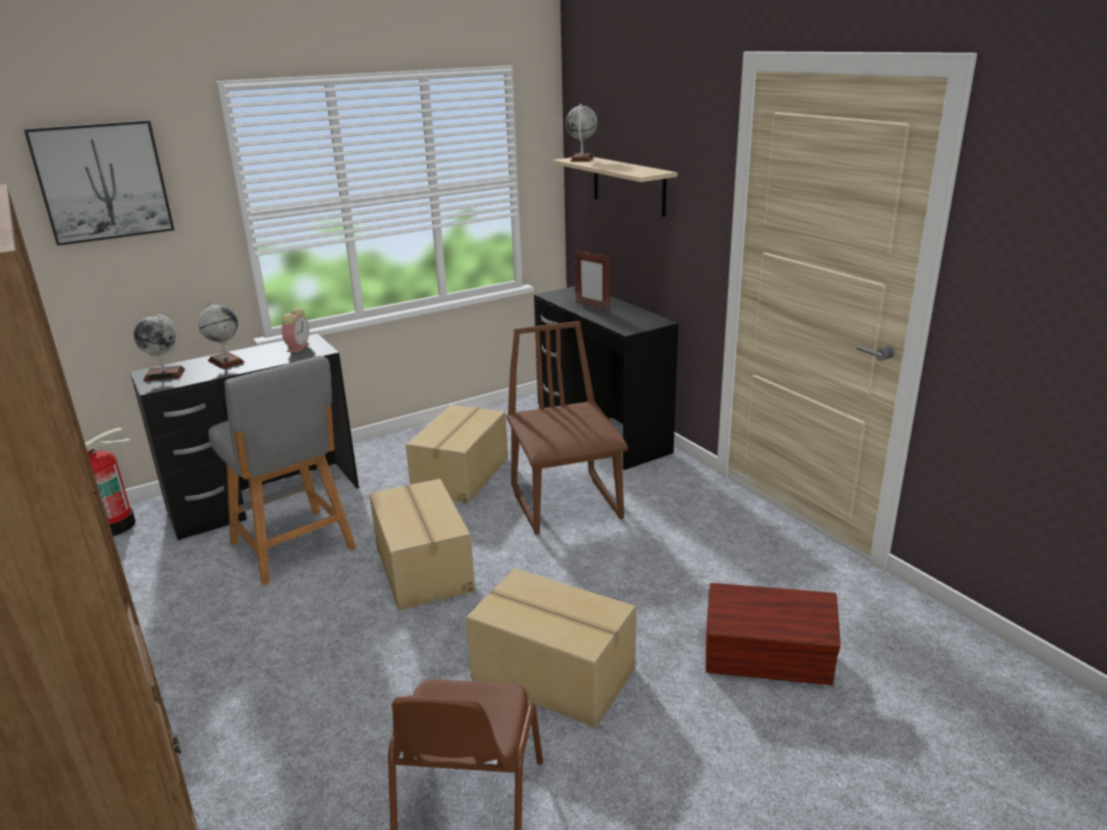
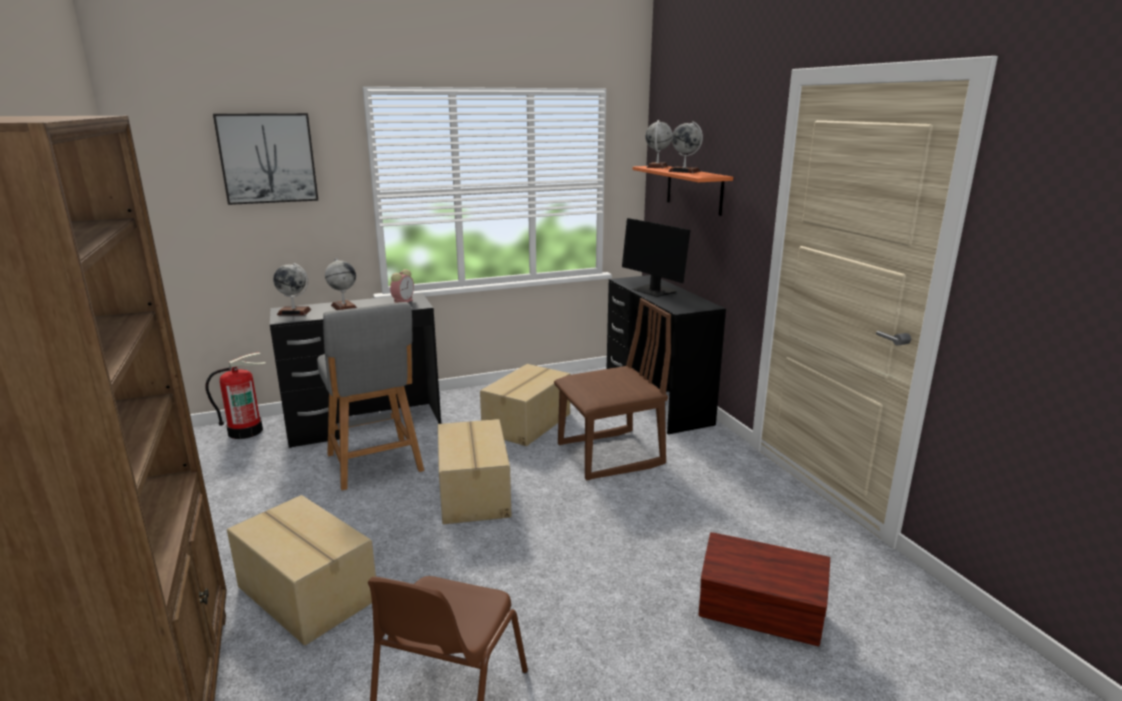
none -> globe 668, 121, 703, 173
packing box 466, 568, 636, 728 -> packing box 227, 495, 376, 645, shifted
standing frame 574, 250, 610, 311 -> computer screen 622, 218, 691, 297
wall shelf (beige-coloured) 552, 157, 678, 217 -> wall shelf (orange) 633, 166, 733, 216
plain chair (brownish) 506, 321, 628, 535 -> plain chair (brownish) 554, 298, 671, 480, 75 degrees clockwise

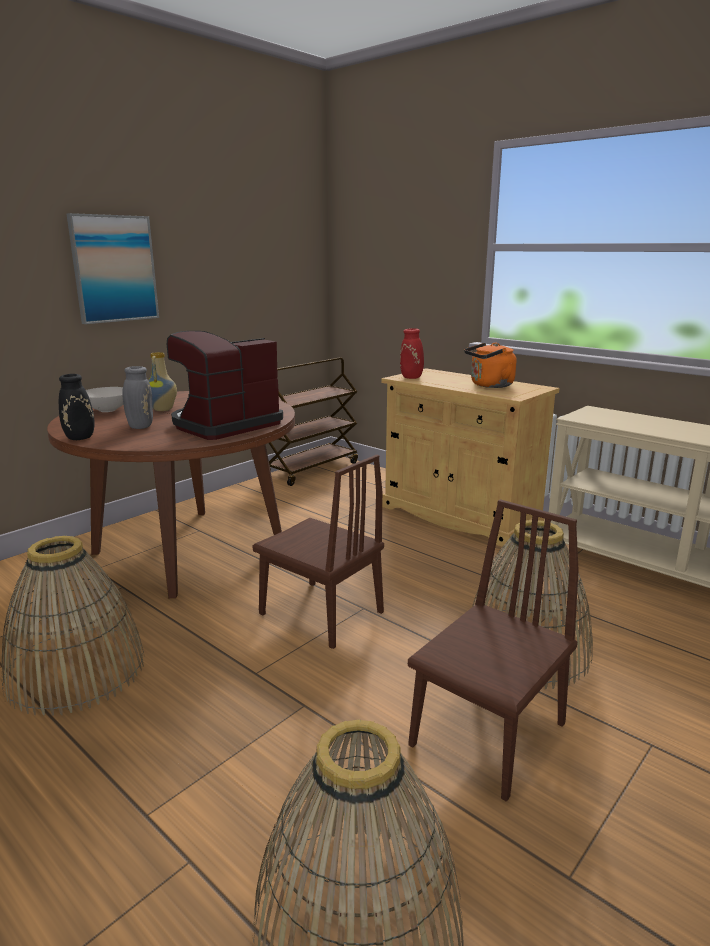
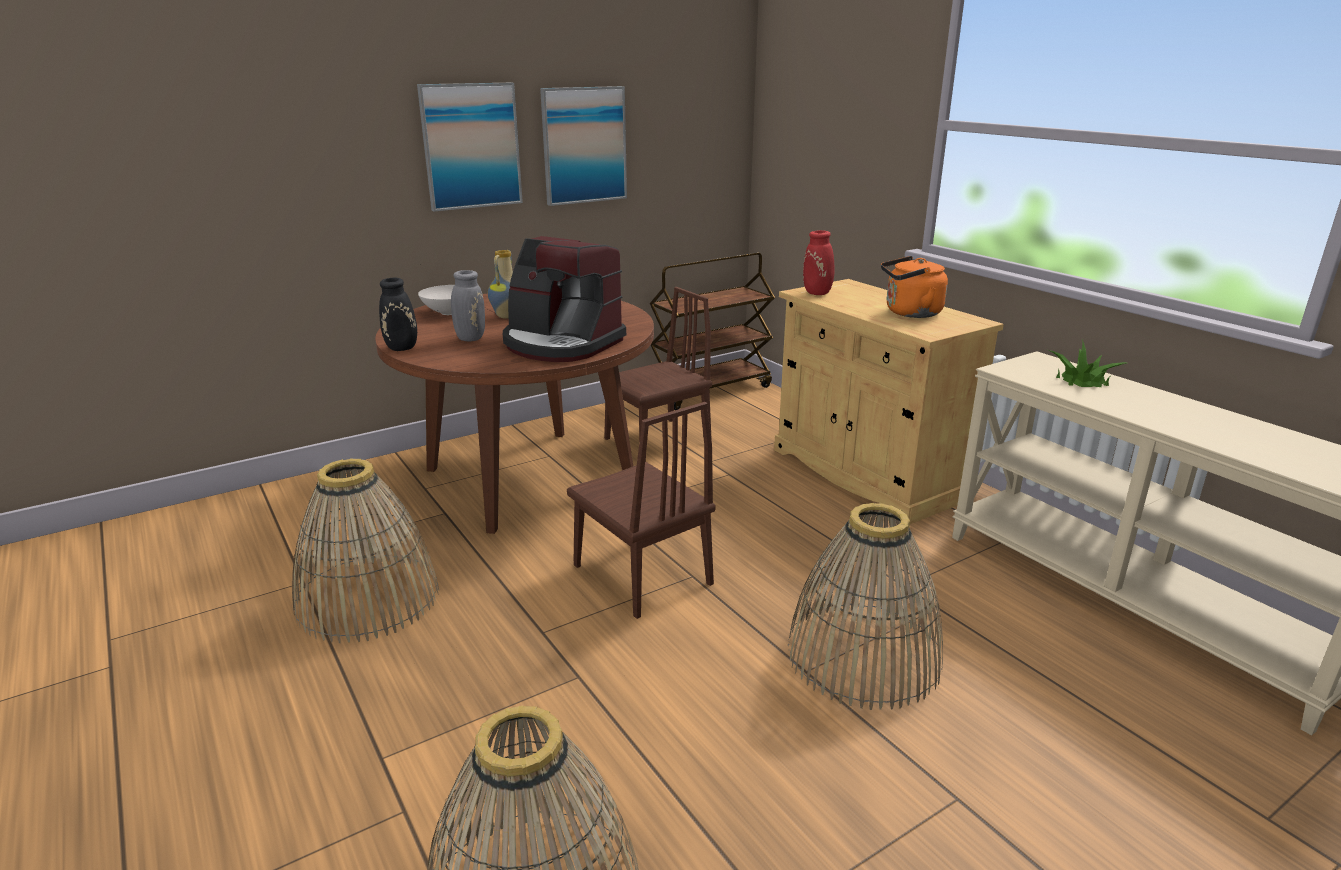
none -> wall picture 540, 86, 627, 206
none -> potted plant 1049, 339, 1126, 387
plain chair (brownish) 408, 499, 579, 802 -> plain chair (brownish) 604, 287, 712, 462, shifted
coffee machine 167, 331, 283, 440 -> coffee machine 503, 236, 626, 362, 120 degrees counterclockwise

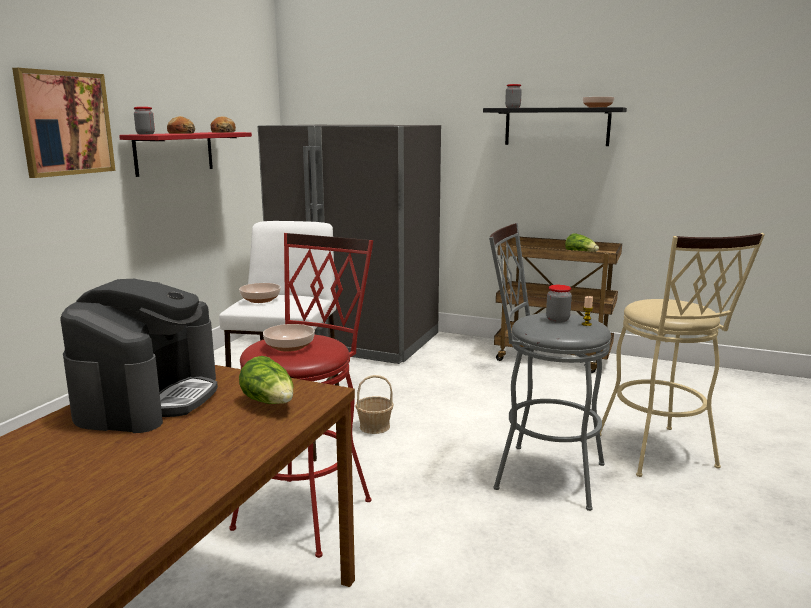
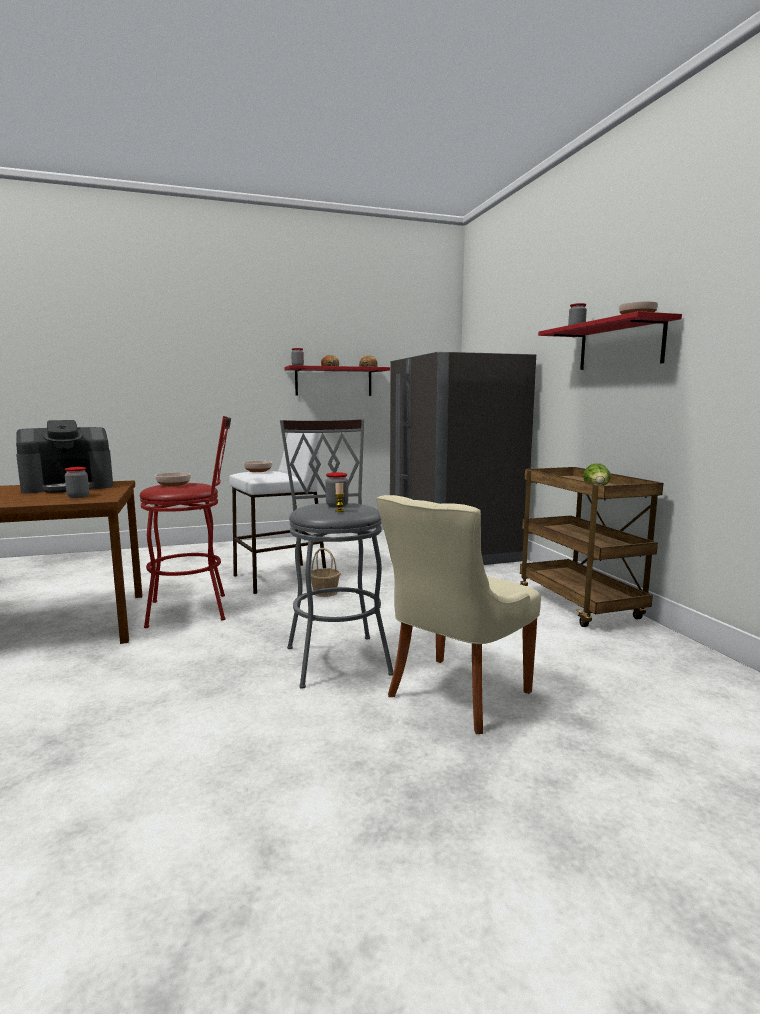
wall picture 12, 68, 116, 178 -> none
head of lettuce 239, 356, 293, 404 -> storage jar 65, 467, 89, 498
stool (beige-coloured) 600, 233, 765, 477 -> plain chair (beige-coloured) 376, 495, 541, 734
wall shelf (black) 483, 107, 627, 146 -> wall shelf (red) 538, 311, 682, 370

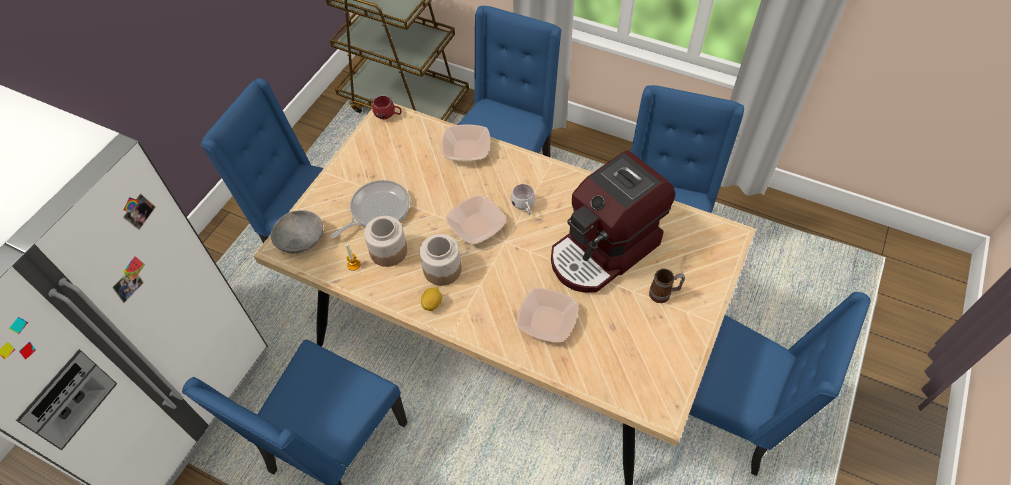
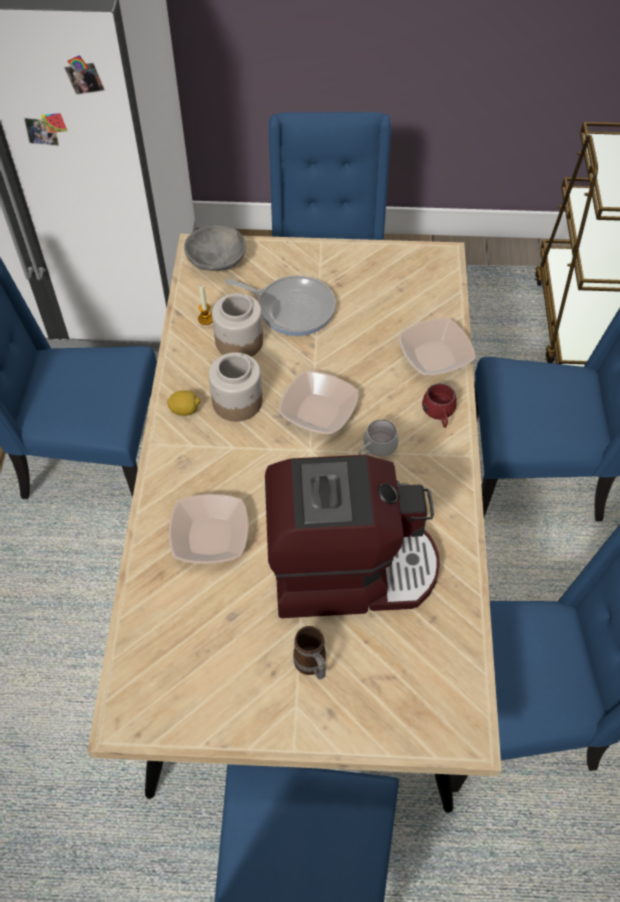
tea mug (red) 372, 96, 401, 119 -> tea mug (red) 422, 383, 457, 428, shifted
coffee machine 551, 150, 675, 293 -> coffee machine 265, 455, 440, 618, 150 degrees clockwise

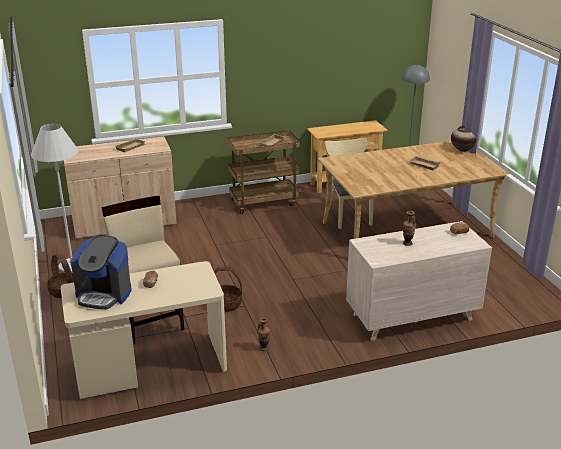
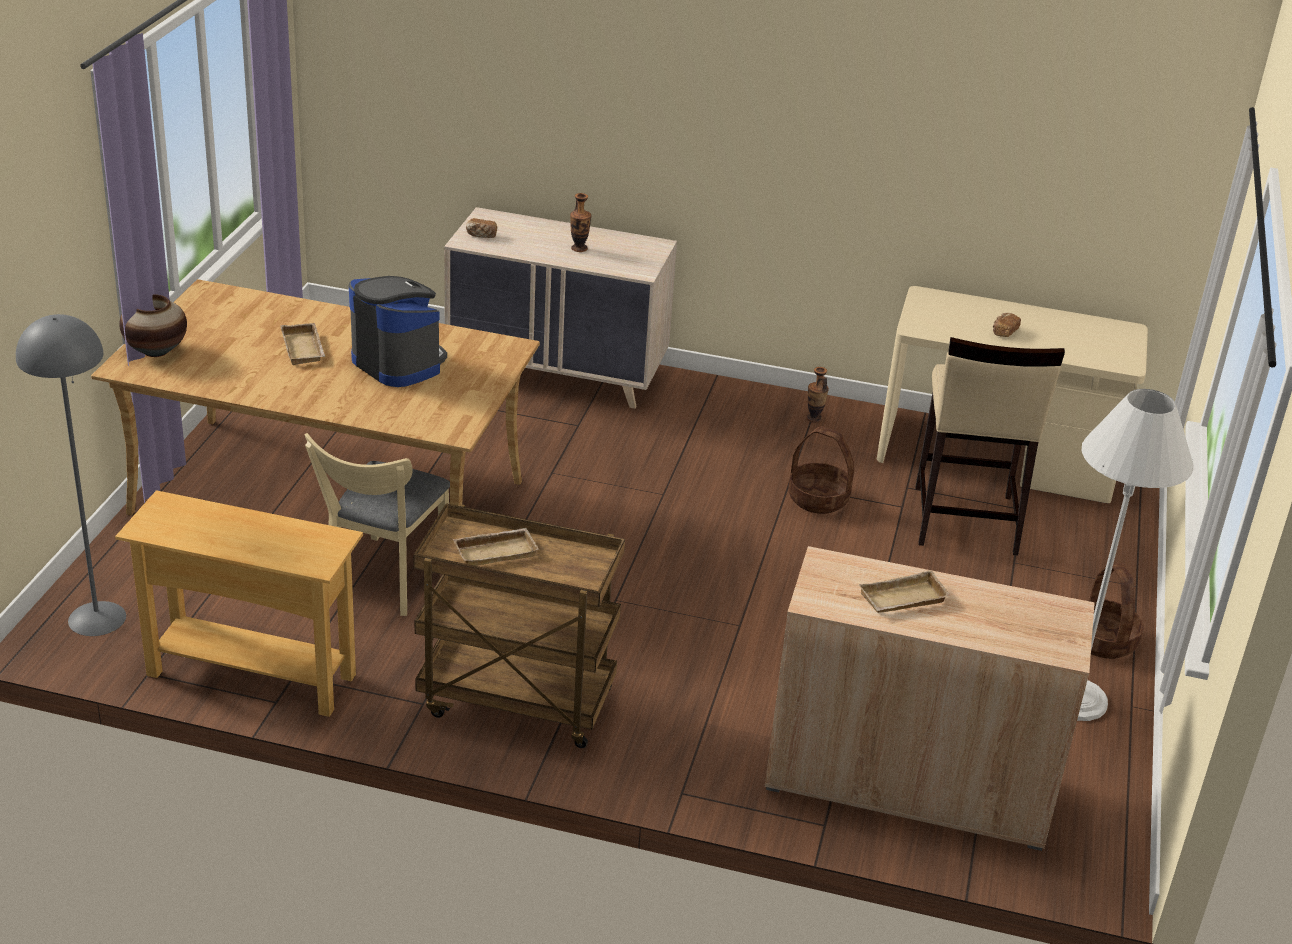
coffee machine 70, 236, 132, 309 -> coffee machine 349, 276, 447, 387, shifted

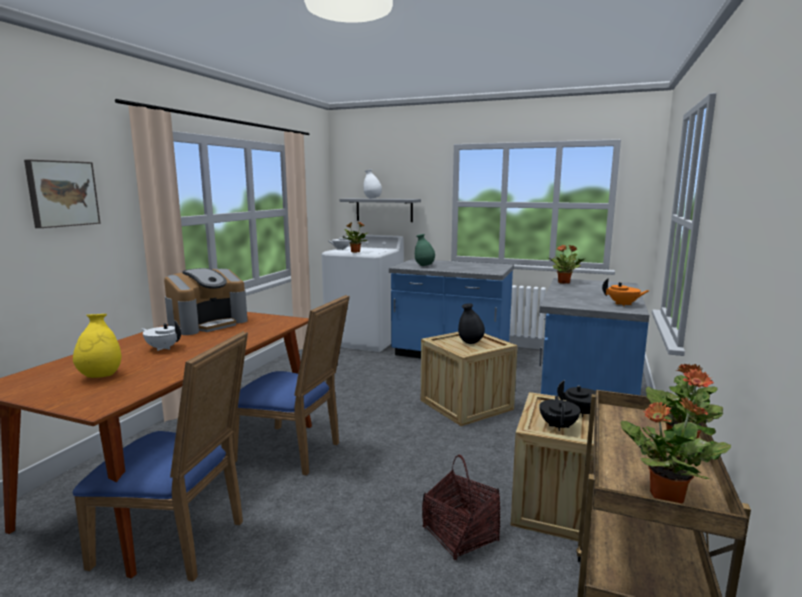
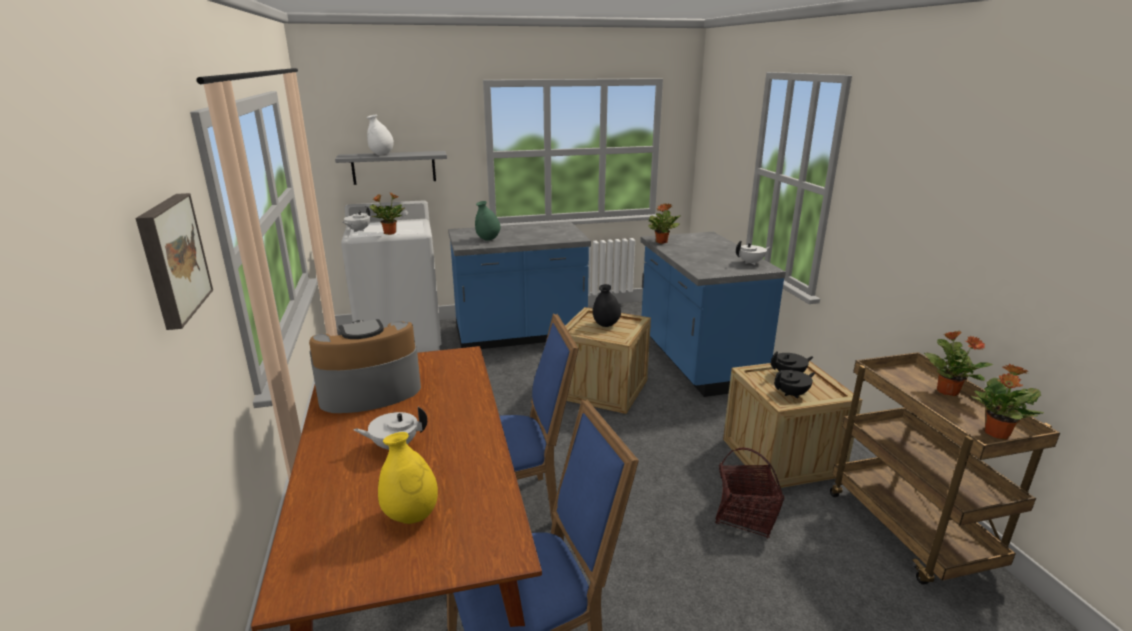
tea pot (orange) 602, 278, 650, 306 -> tea pot (whitish) 736, 241, 770, 265
coffee machine 164, 268, 248, 335 -> coffee machine 309, 319, 421, 413, 120 degrees counterclockwise
tea pot (black) 539, 395, 580, 431 -> tea pot (black) 774, 370, 815, 399, 90 degrees clockwise

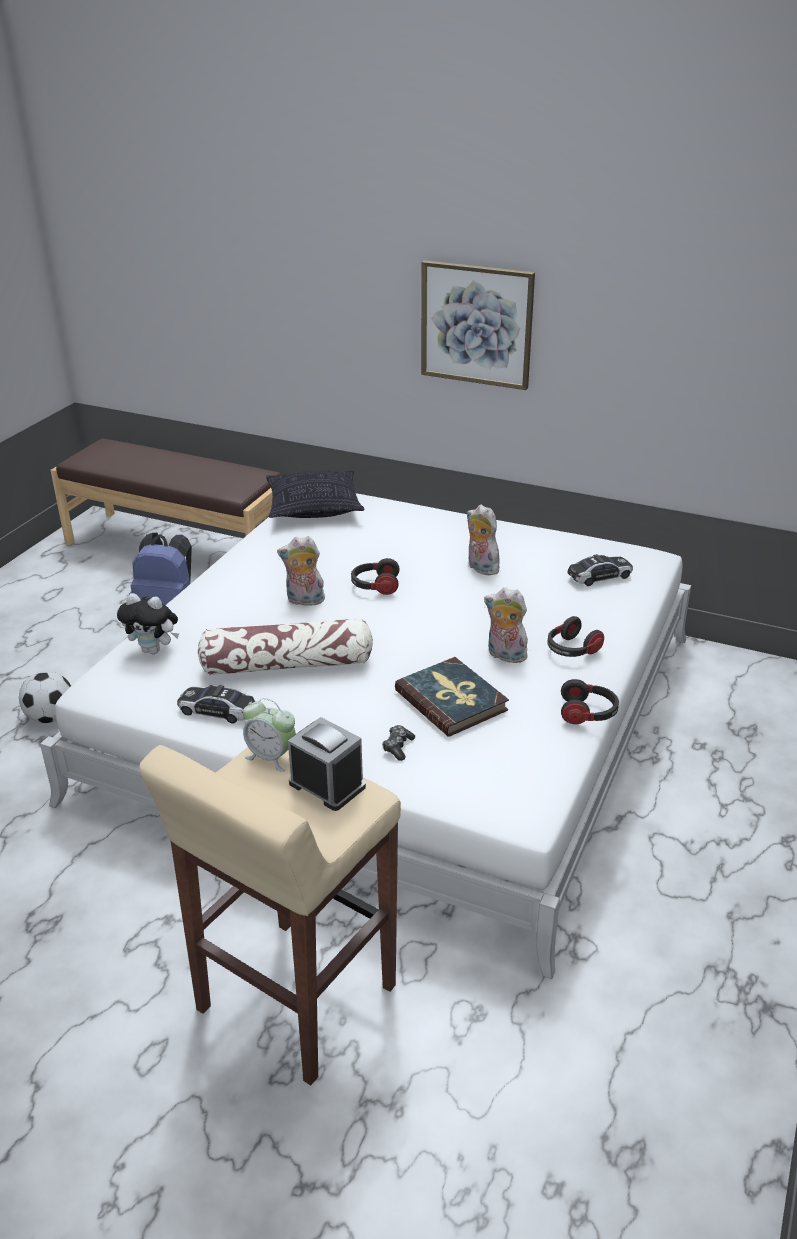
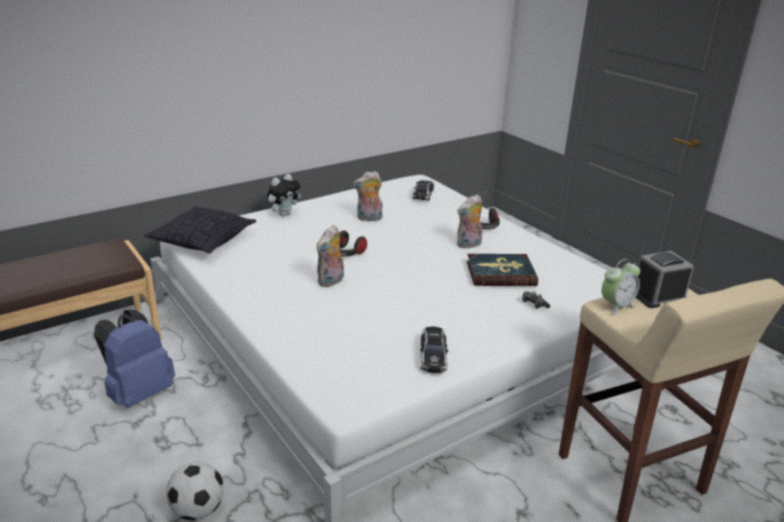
throw pillow 198, 618, 373, 675 -> none
wall picture 421, 260, 535, 390 -> none
pair of headphones 561, 679, 619, 724 -> none
cuddly toy 117, 593, 179, 654 -> cuddly toy 267, 174, 301, 216, shifted
toy car 177, 685, 255, 724 -> toy car 420, 327, 448, 373, 45 degrees counterclockwise

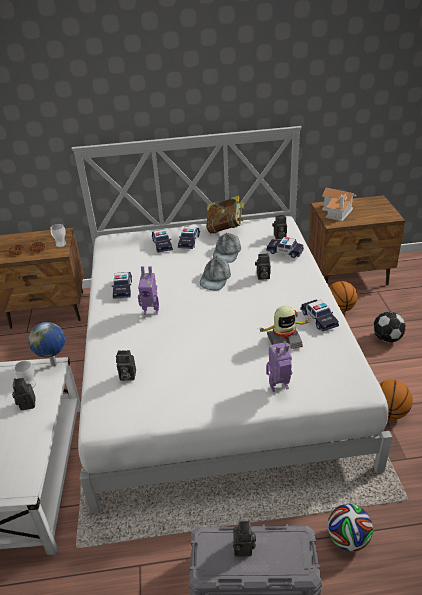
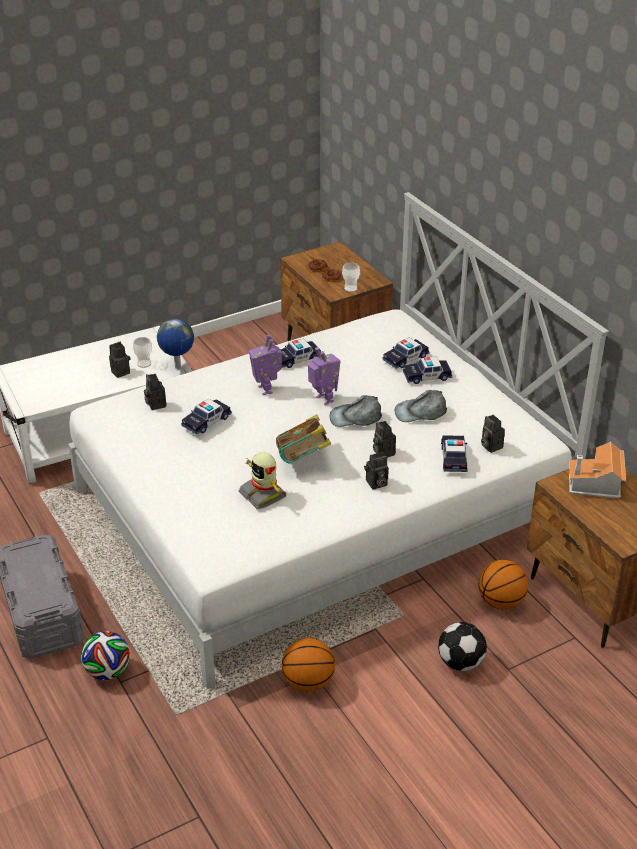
volume 206, 195, 244, 234 -> volume 276, 414, 331, 463, shifted
still camera 233, 520, 256, 557 -> still camera 364, 452, 389, 489, shifted
model robot 266, 343, 292, 392 -> model robot 308, 347, 341, 405, shifted
toy car 300, 300, 339, 332 -> toy car 181, 398, 232, 435, shifted

